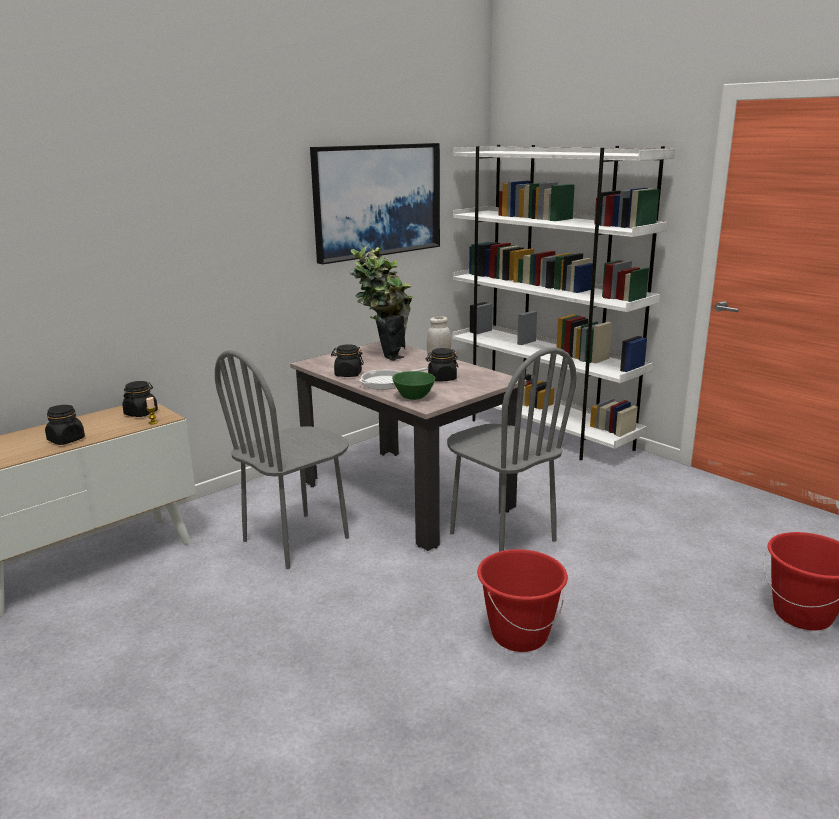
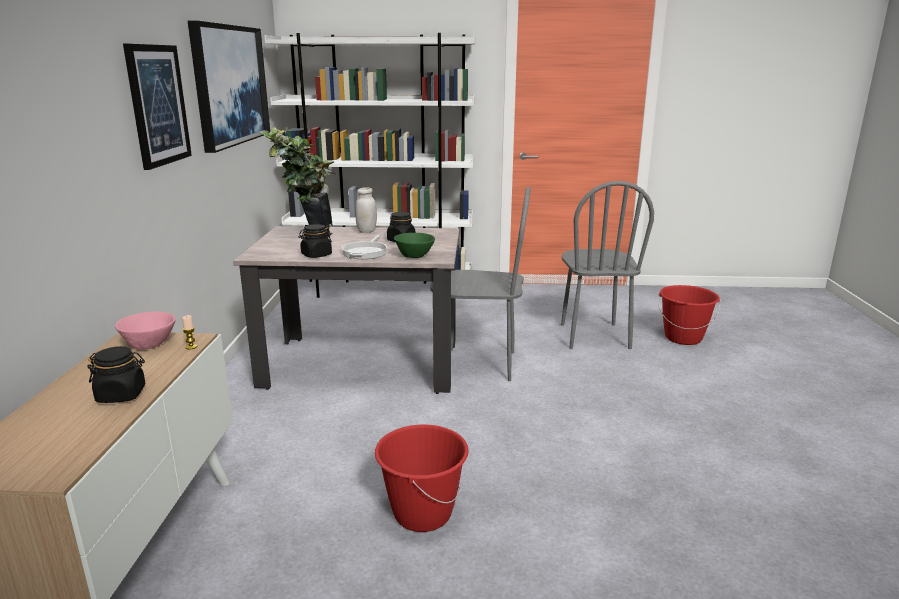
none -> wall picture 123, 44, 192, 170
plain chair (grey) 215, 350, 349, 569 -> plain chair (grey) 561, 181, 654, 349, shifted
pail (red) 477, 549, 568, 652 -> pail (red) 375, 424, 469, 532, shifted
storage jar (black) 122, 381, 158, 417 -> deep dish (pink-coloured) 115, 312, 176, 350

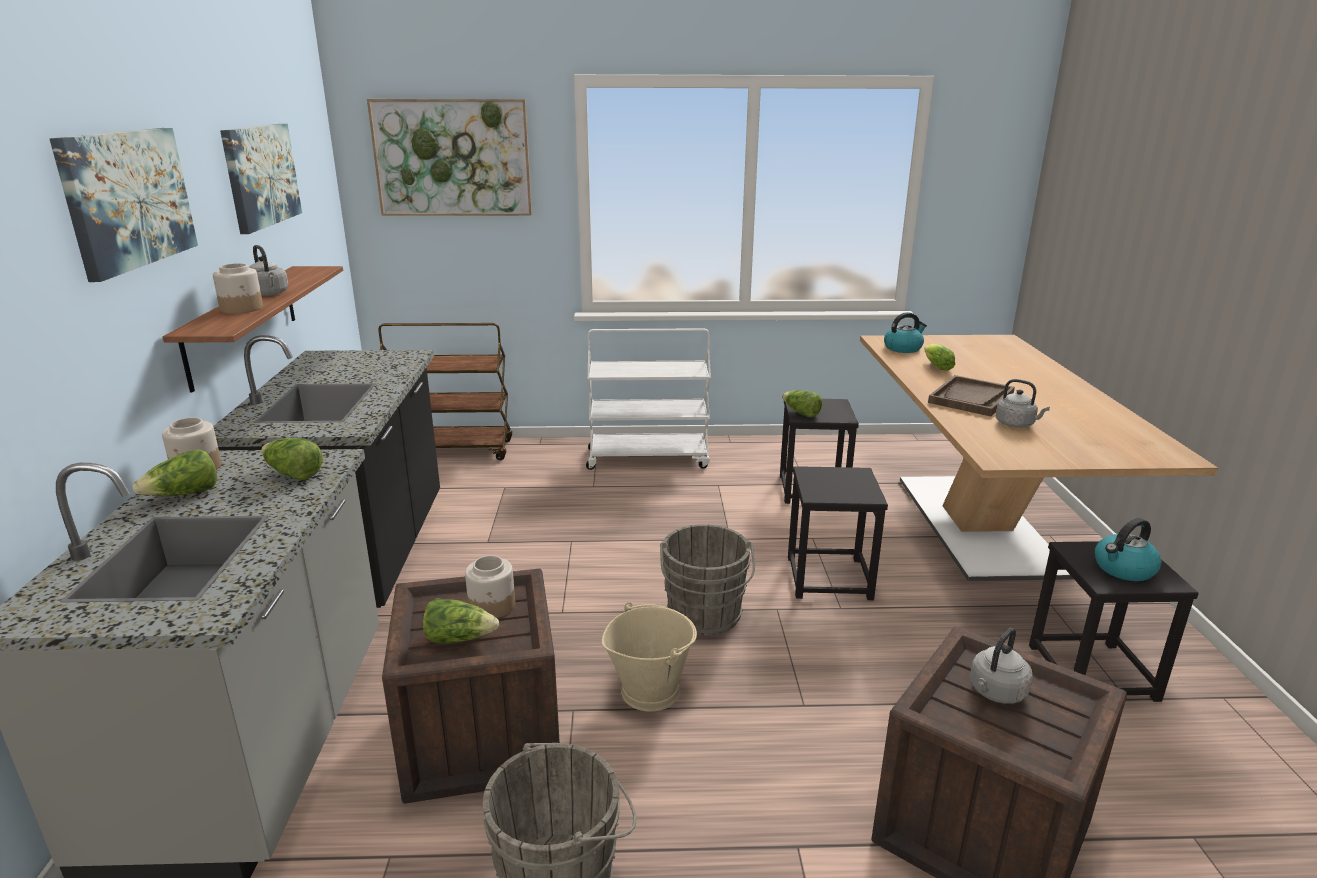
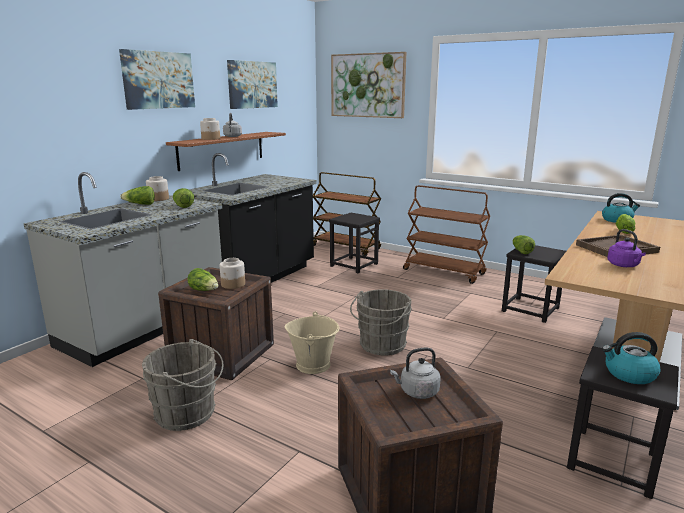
stool (black) 788, 466, 888, 600 -> stool (black) 329, 213, 380, 273, shifted
trolley (whitish) 586, 328, 711, 470 -> trolley (brownish) 403, 185, 490, 284
tea kettle (grey) 995, 379, 1050, 428 -> tea kettle (purple) 607, 229, 646, 267

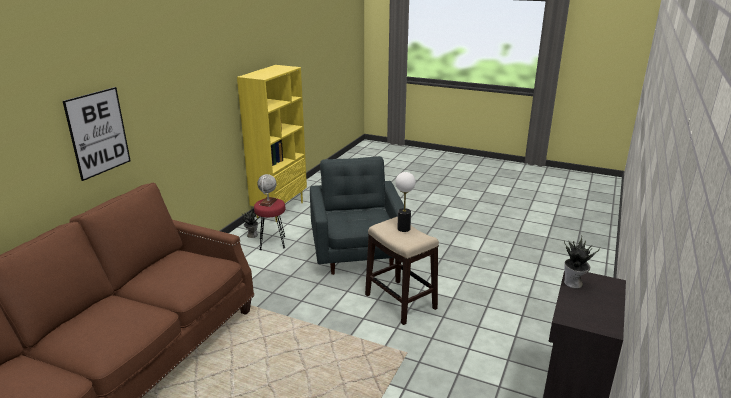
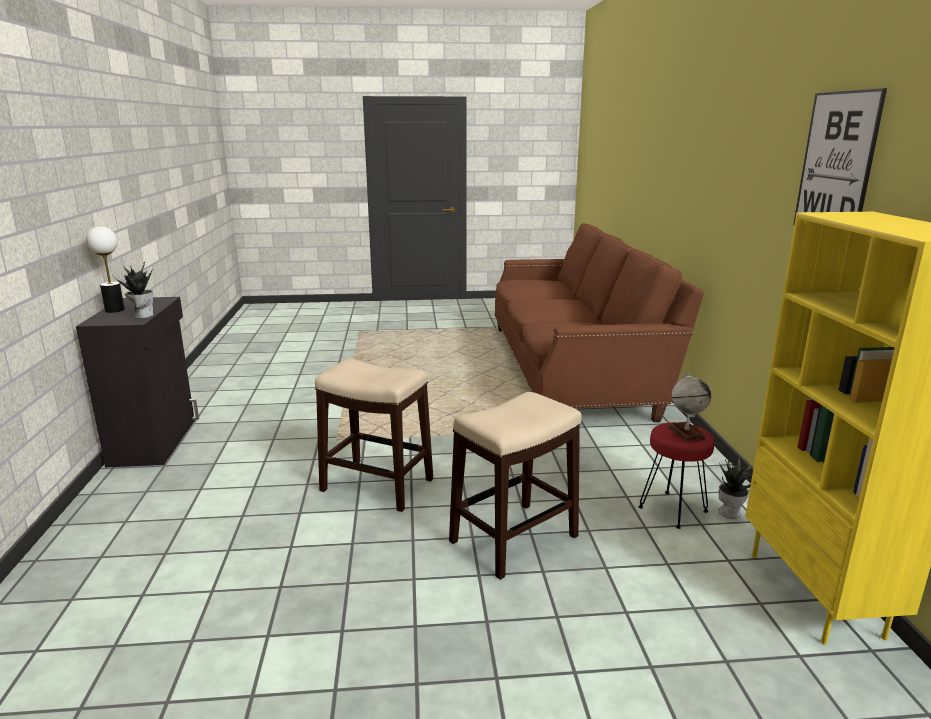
wall picture 63, 87, 131, 181 -> wall picture 793, 88, 887, 225, shifted
tabletop lamp 395, 172, 416, 232 -> tabletop lamp 86, 226, 125, 313, shifted
easy chair (grey) 310, 156, 404, 275 -> stool 449, 392, 582, 580

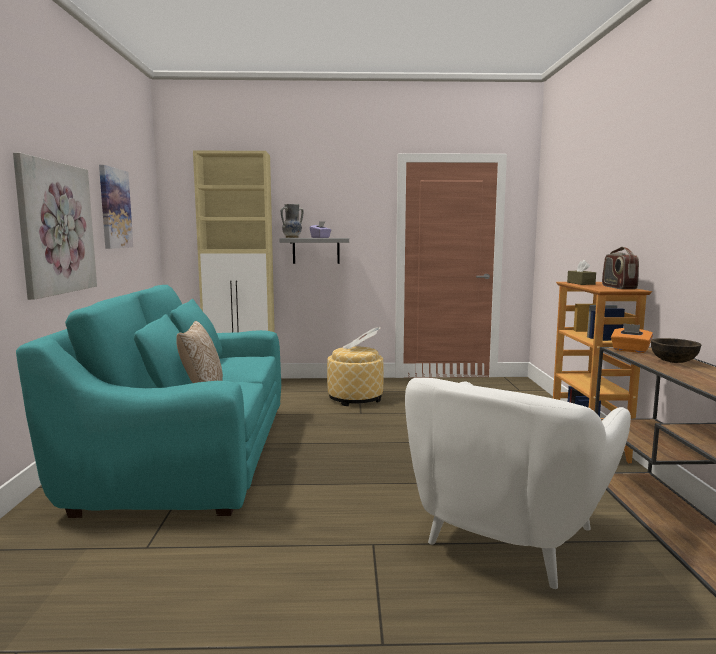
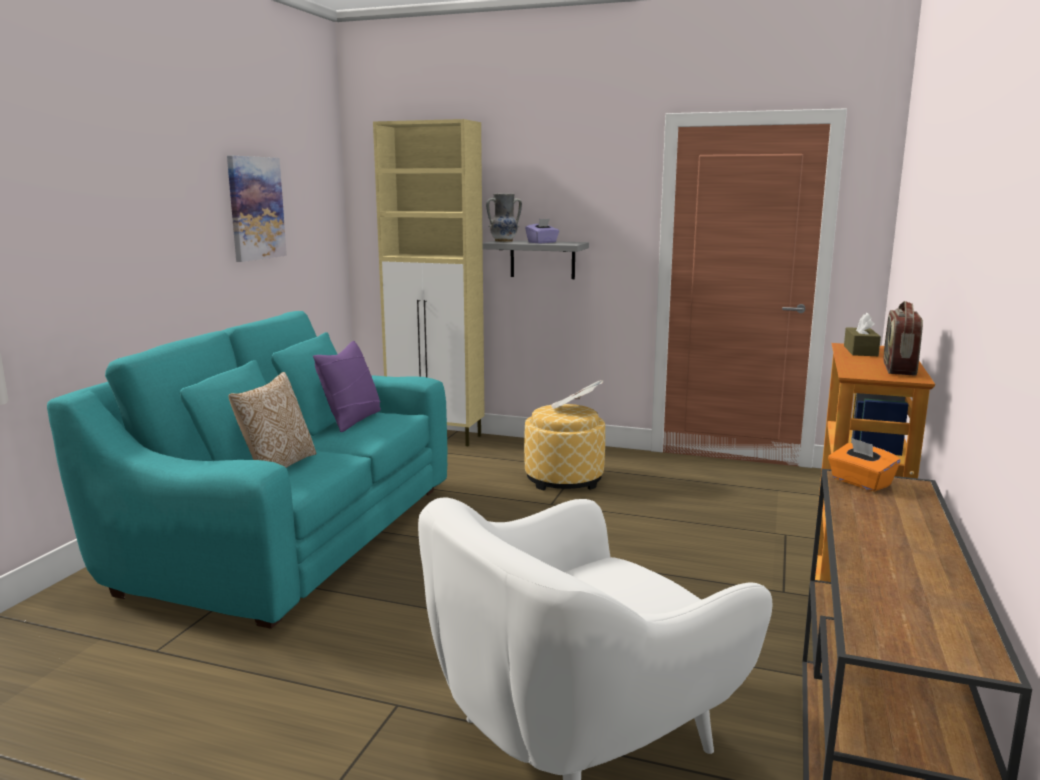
wall picture 13, 153, 97, 300 -> none
deep dish (brownish) 651, 338, 701, 363 -> none
none -> throw pillow (purple) 313, 341, 381, 432

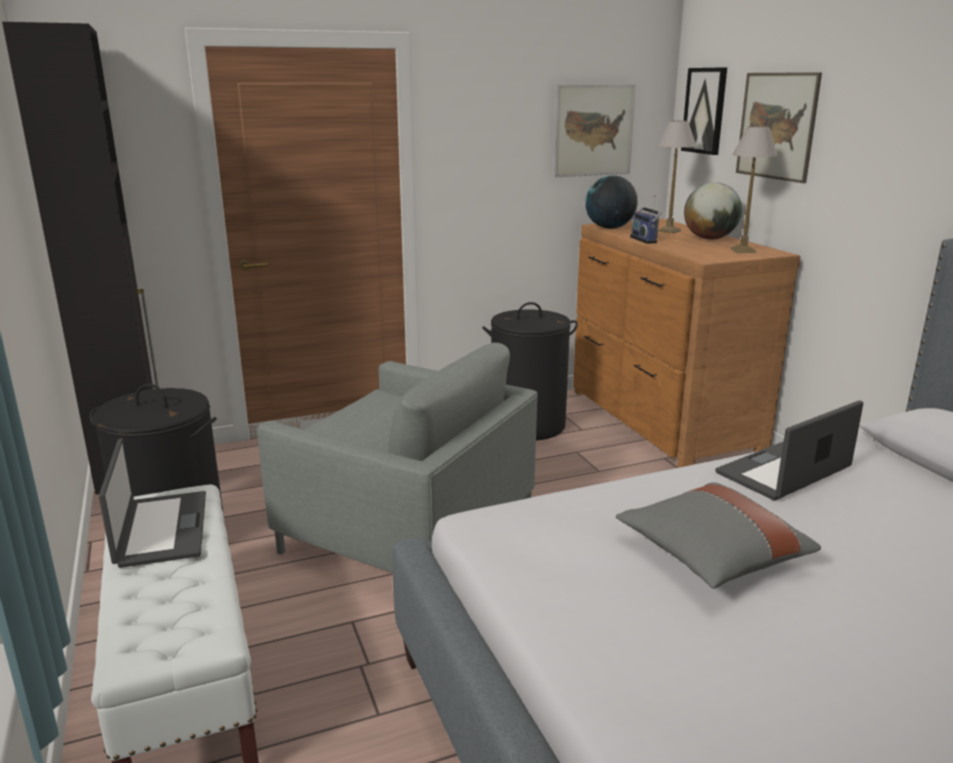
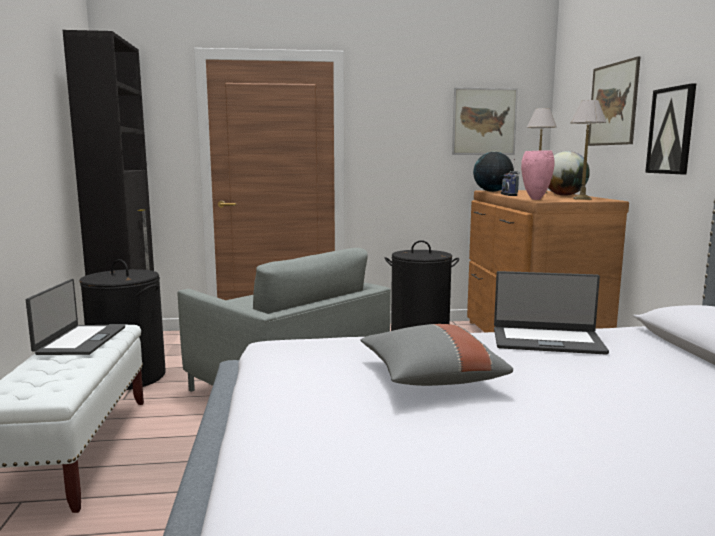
none -> flower vase (pink-coloured) 521, 150, 554, 200
wall picture 681, 67, 727, 155 -> wall picture 645, 83, 696, 174, shifted
notebook computer 715, 400, 863, 500 -> notebook computer 494, 271, 609, 355, 150 degrees counterclockwise

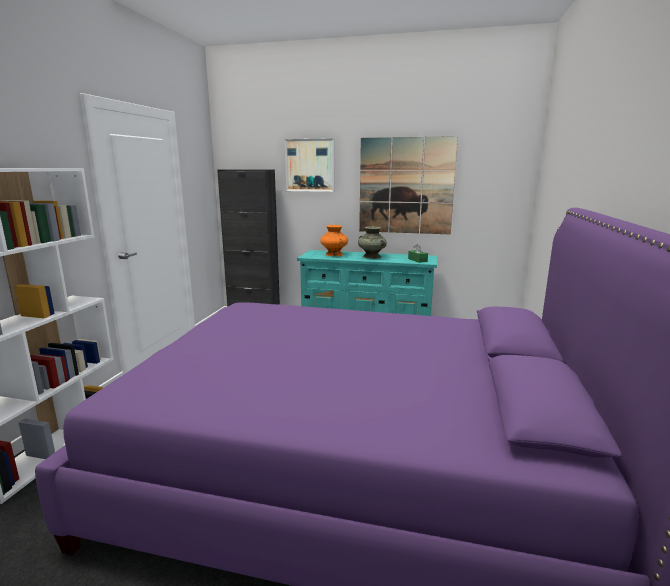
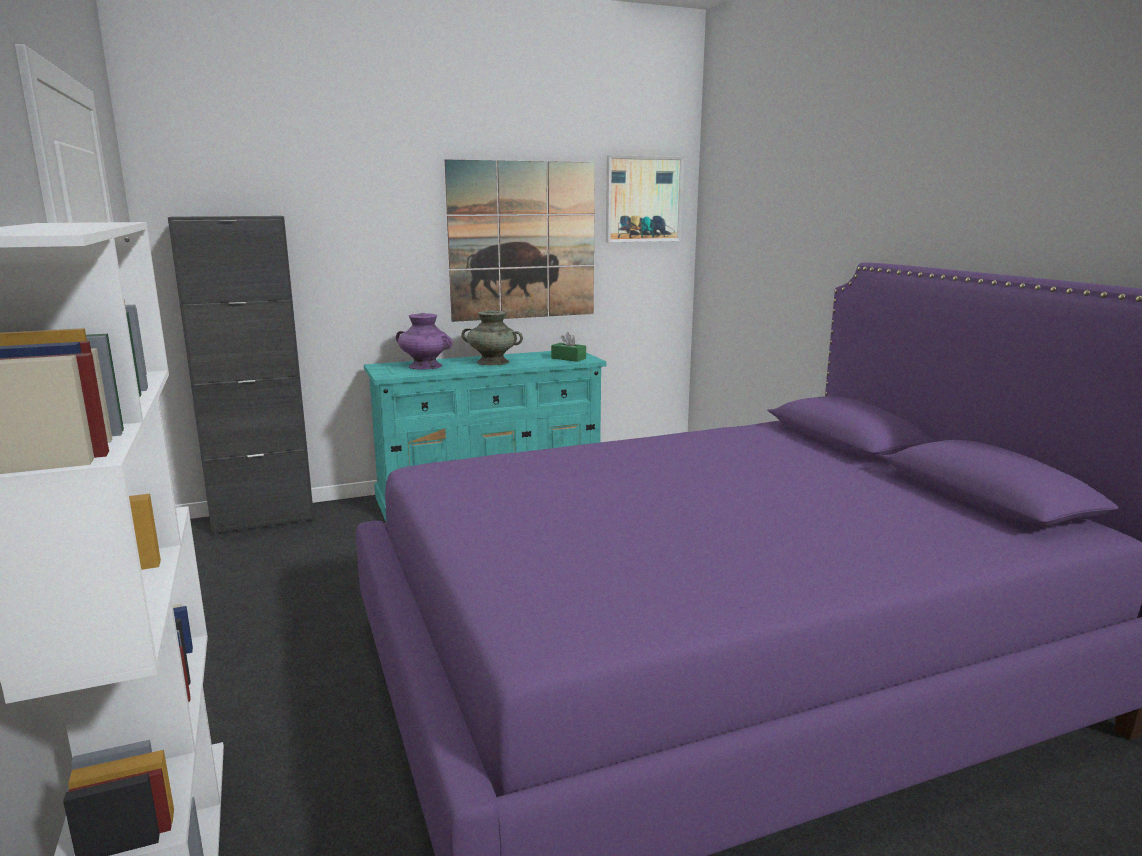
wall picture 285, 138, 335, 192 -> wall picture 606, 155, 684, 242, shifted
flower vase (orange) 320, 225, 348, 256 -> flower vase (purple) 396, 313, 452, 369

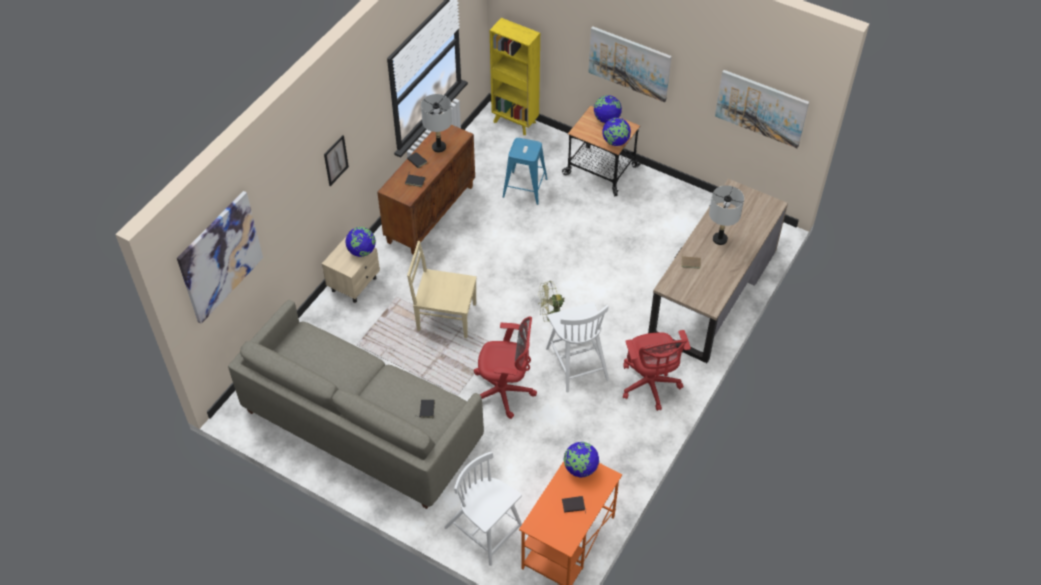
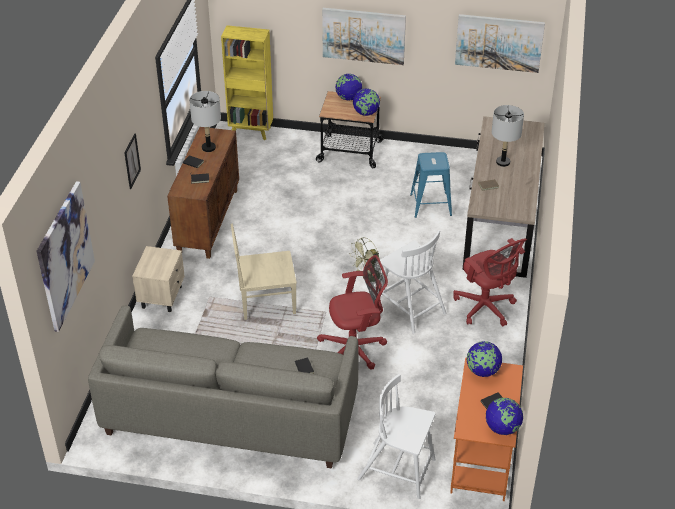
globe 345, 227, 376, 257 -> globe 486, 398, 523, 435, shifted
stool (blue) 503, 138, 548, 205 -> stool (blue) 410, 152, 452, 218, shifted

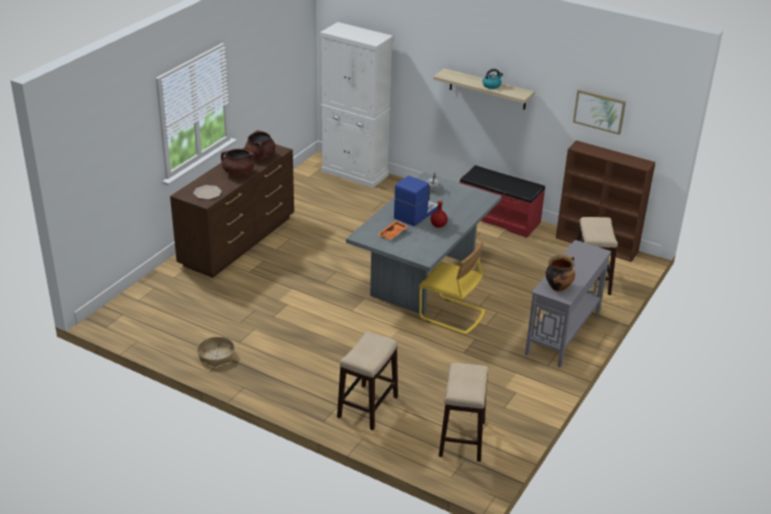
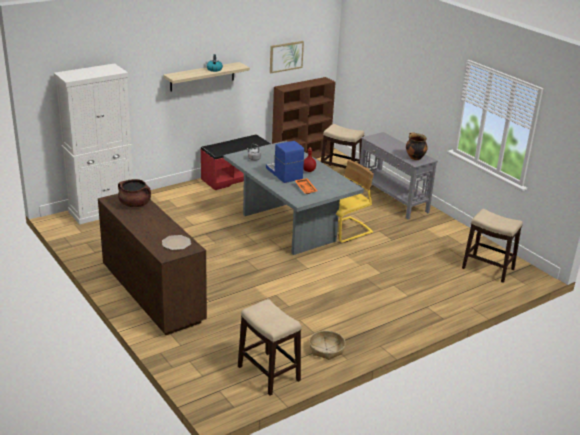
stockpot (brownish) 221, 149, 255, 176 -> none
stool 337, 332, 398, 430 -> stool 238, 299, 301, 395, shifted

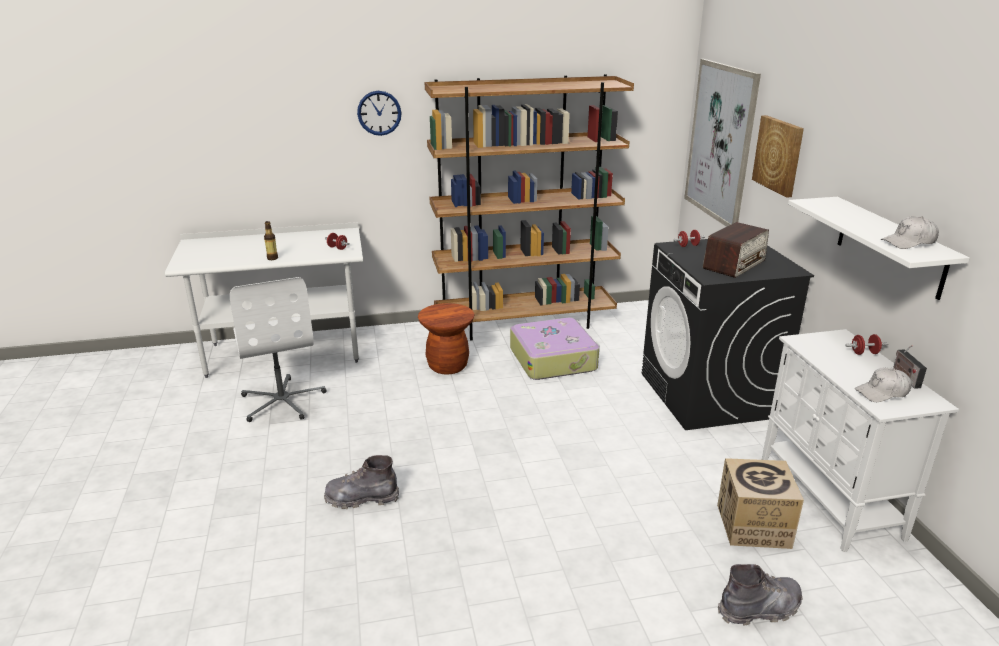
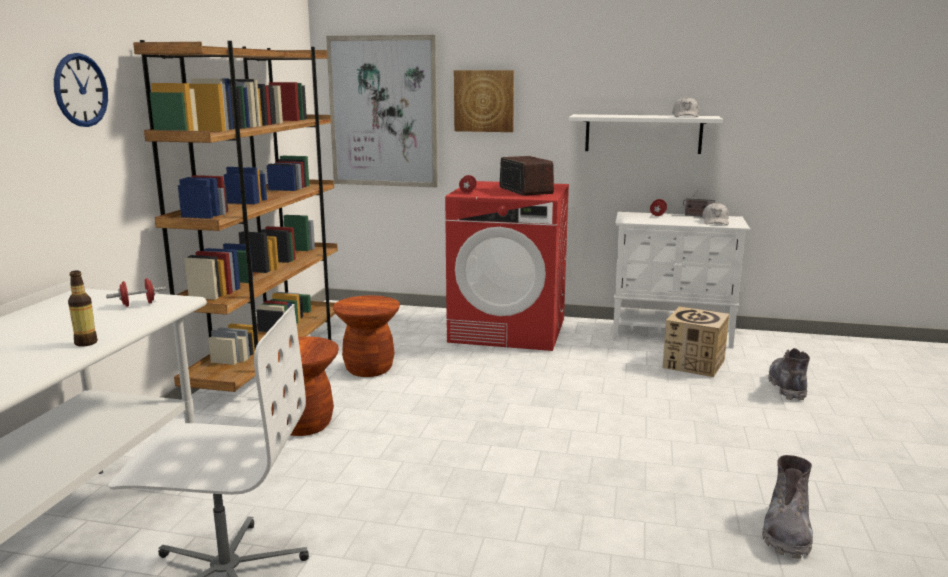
boot (grey) 324, 455, 399, 509 -> boot (grey) 762, 455, 813, 559, shifted
suitcase 510, 318, 600, 380 -> stool (brownish) 333, 295, 400, 377
laundry machine (black) 642, 239, 814, 430 -> laundry machine (red) 445, 181, 569, 351

